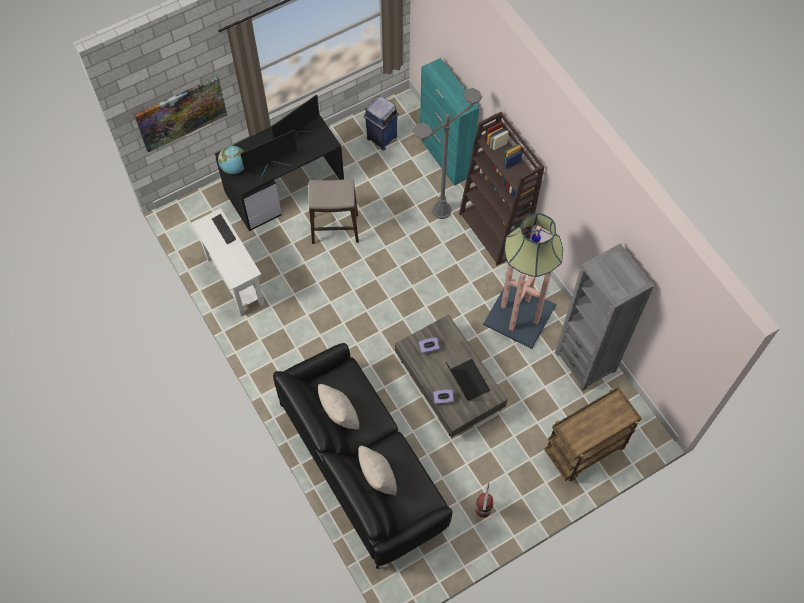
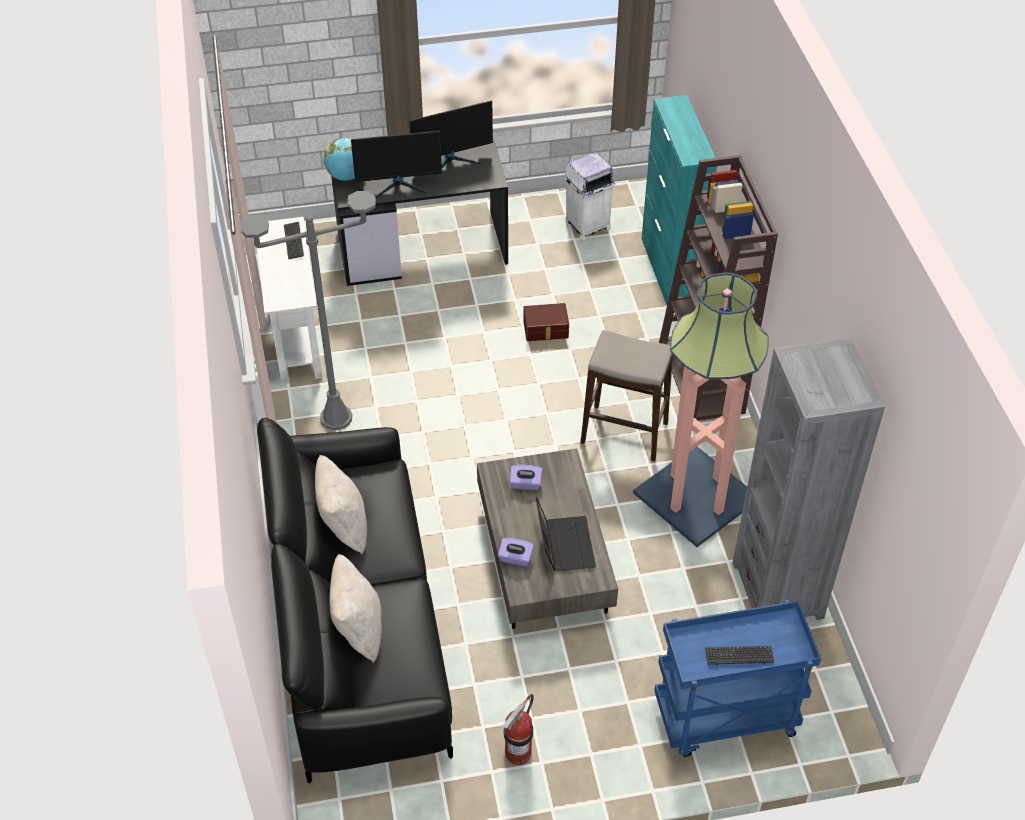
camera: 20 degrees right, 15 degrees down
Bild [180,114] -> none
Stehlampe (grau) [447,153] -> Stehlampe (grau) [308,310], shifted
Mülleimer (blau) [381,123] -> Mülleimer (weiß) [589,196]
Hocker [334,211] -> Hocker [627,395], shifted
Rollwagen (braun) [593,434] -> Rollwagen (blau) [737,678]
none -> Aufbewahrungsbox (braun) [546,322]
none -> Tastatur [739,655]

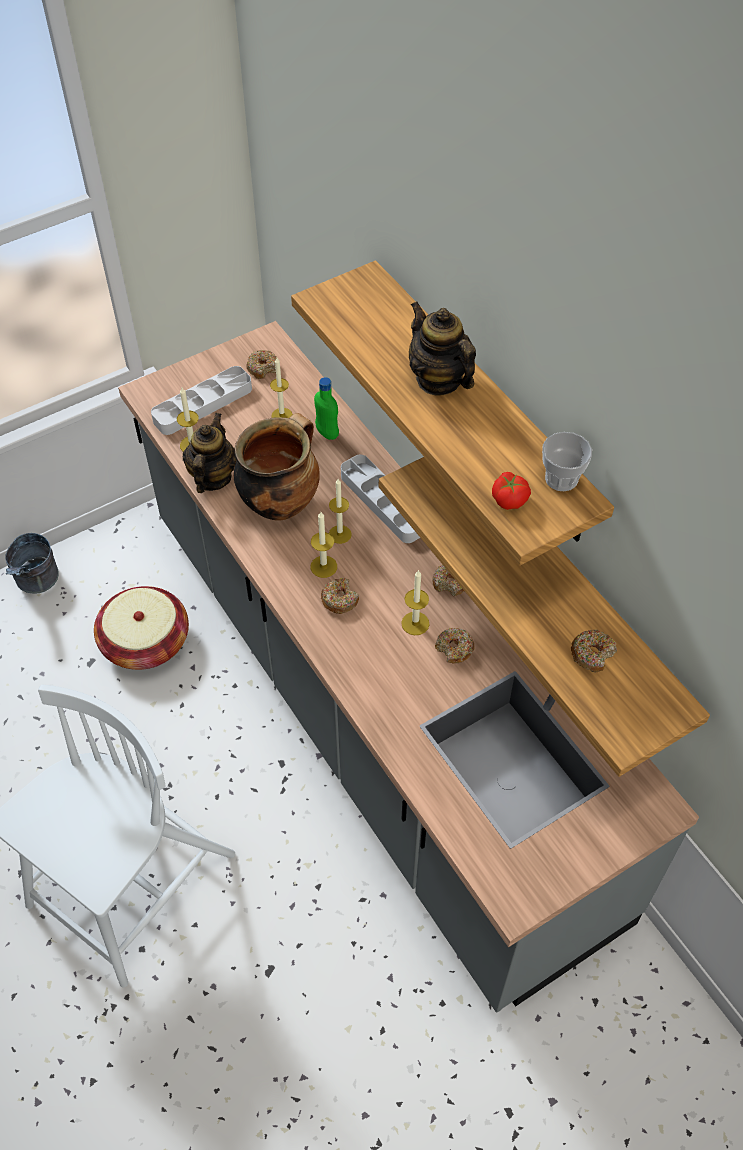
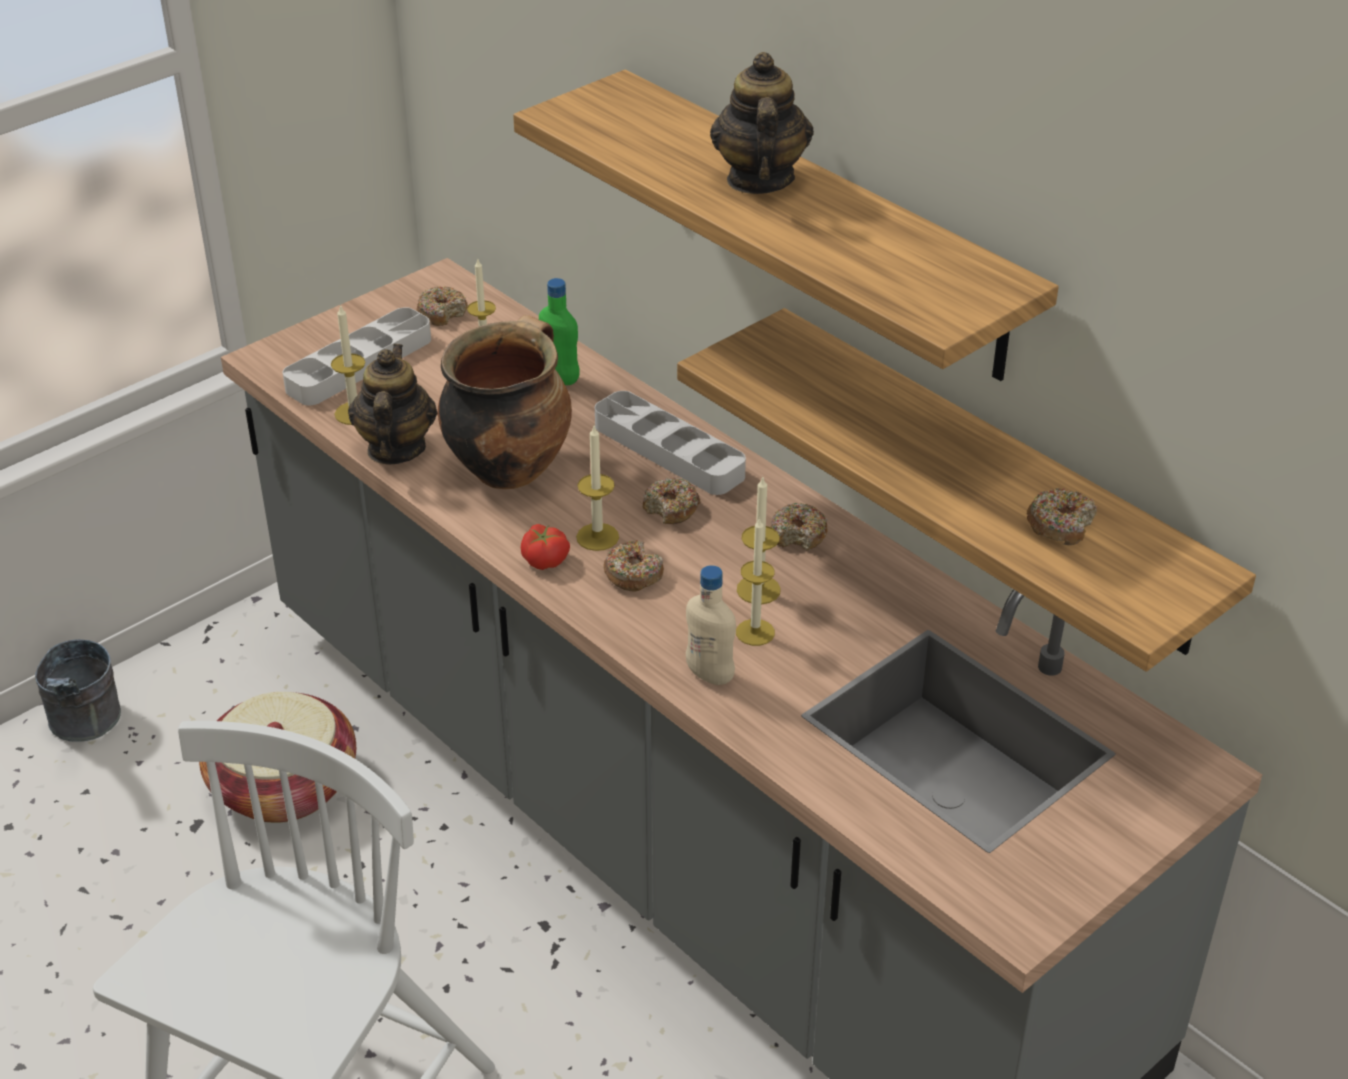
camera: 10 degrees left, 15 degrees down
Teekanne [442,348] -> Teekanne [762,123], 45 degrees clockwise
Tasse [567,461] -> none
Tomate [511,491] -> Tomate [545,547], shifted
Kerze [340,511] -> Kerze [755,581], shifted
Donut [454,646] -> Donut [671,501], shifted
none -> Flasche (beige) [711,625]

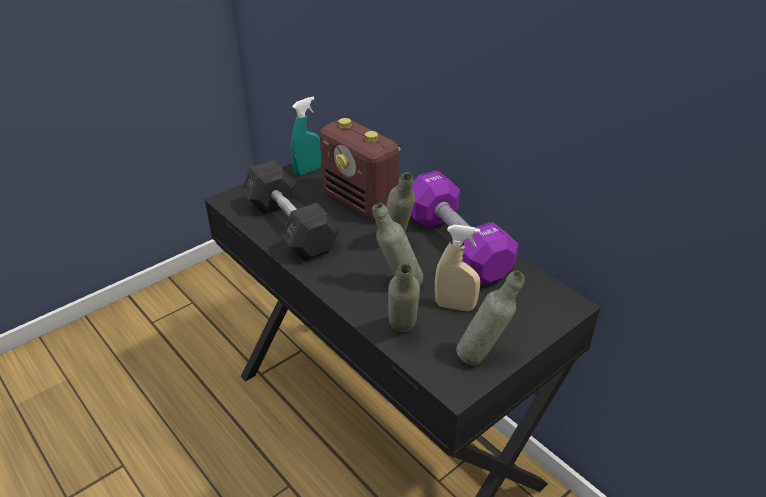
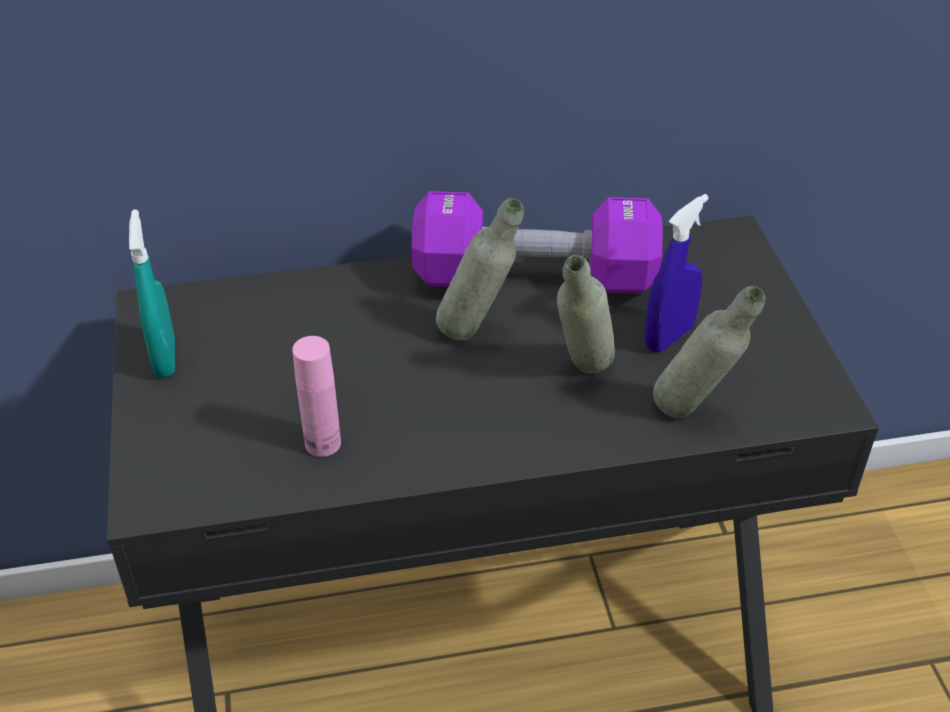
camera: 60 degrees left, 5 degrees up
Radio [360,169] -> none
Hantel (grau) [290,210] -> Flasche (rosa) [316,396]
Sprühflasche (beige) [457,268] -> Sprühflasche (blau) [677,273]
Flasche (grau) [490,318] -> none

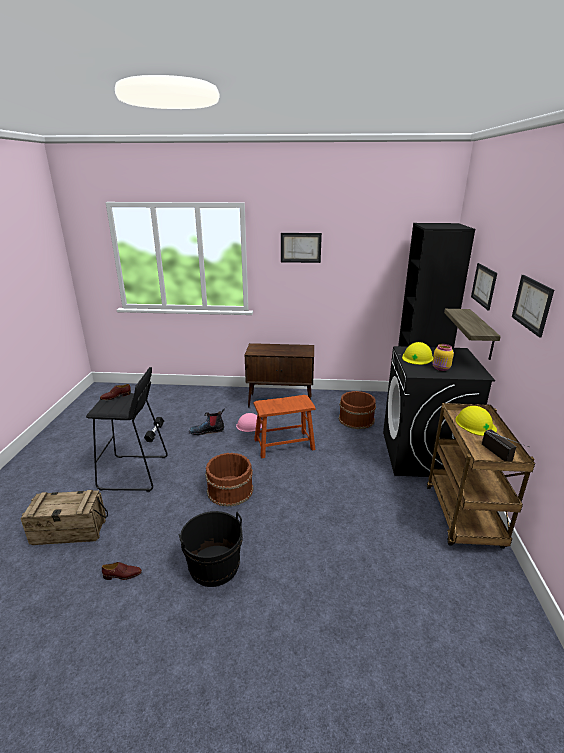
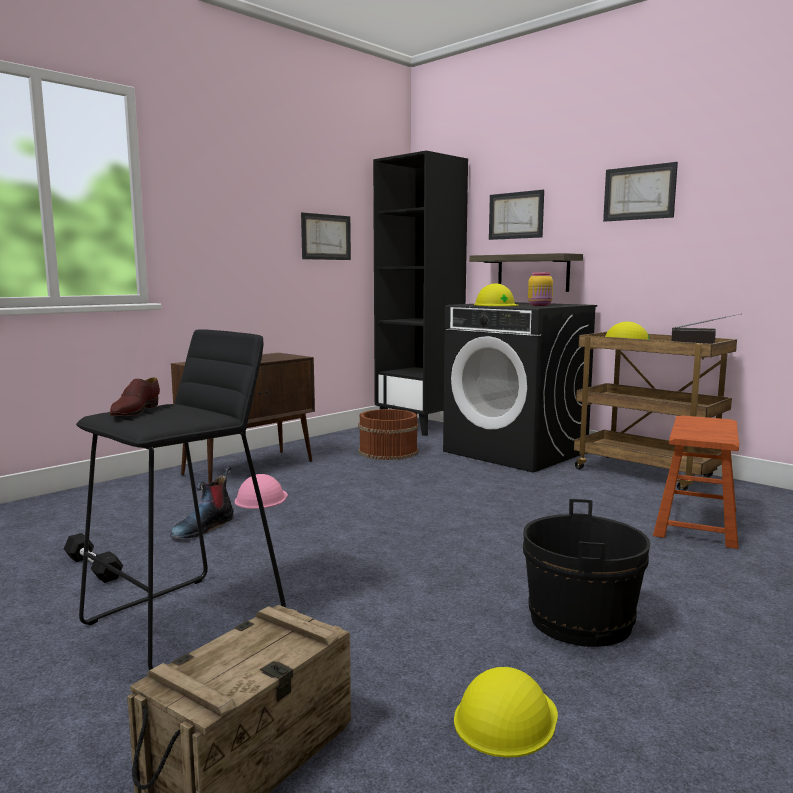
camera: 50 degrees left, 15 degrees down
Bild [301,248] -> Bild [326,236], shifted
Hocker (braun) [284,426] -> Hocker (braun) [696,482], shifted
Eimer (braun) [229,480] -> none
Schuh (braun) [122,571] -> Schutzhelm (gelb) [506,712]

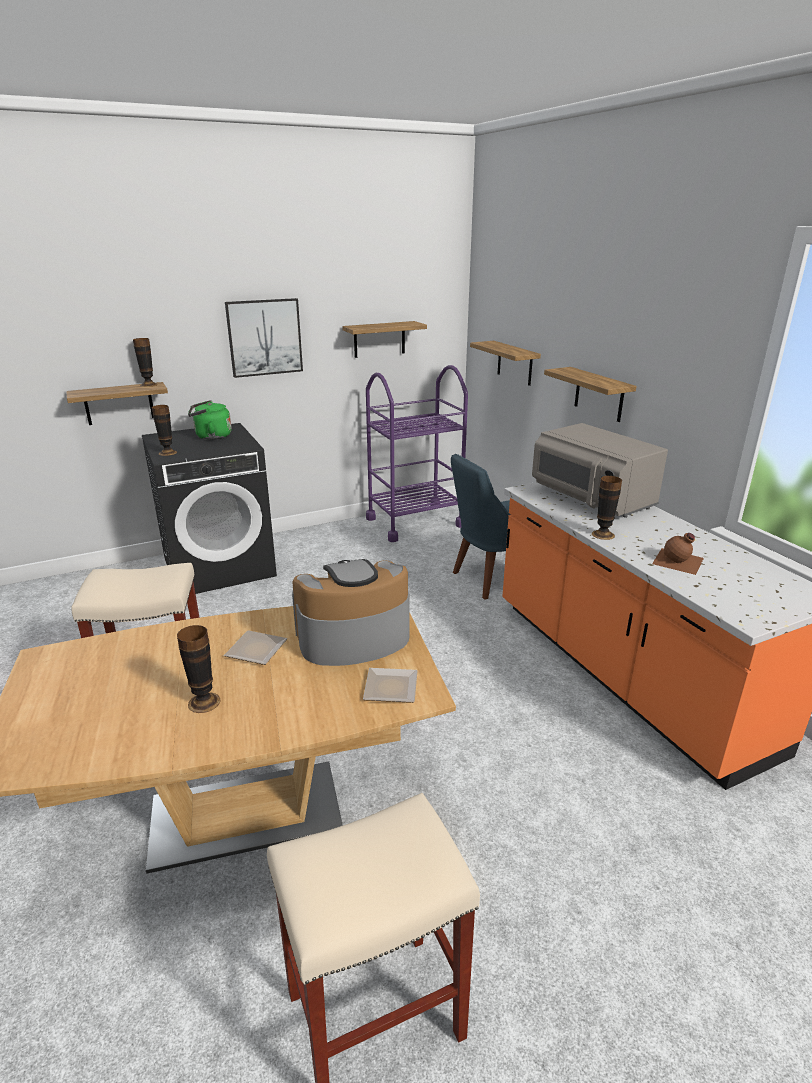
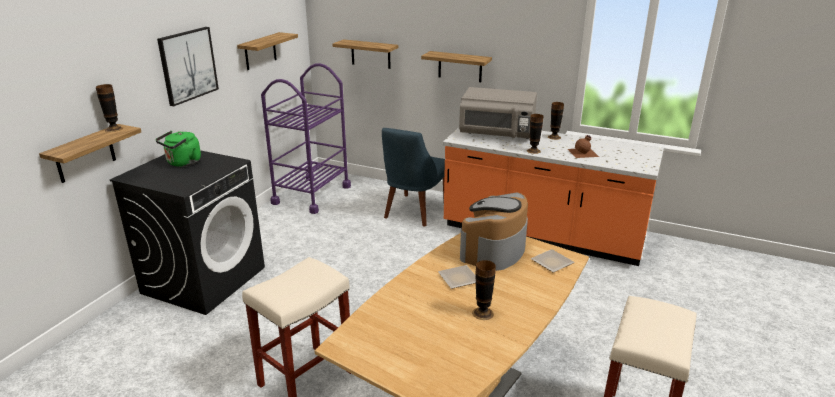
camera: 40 degrees left, 0 degrees up
Vase [164,430] -> Vase [556,121], shifted

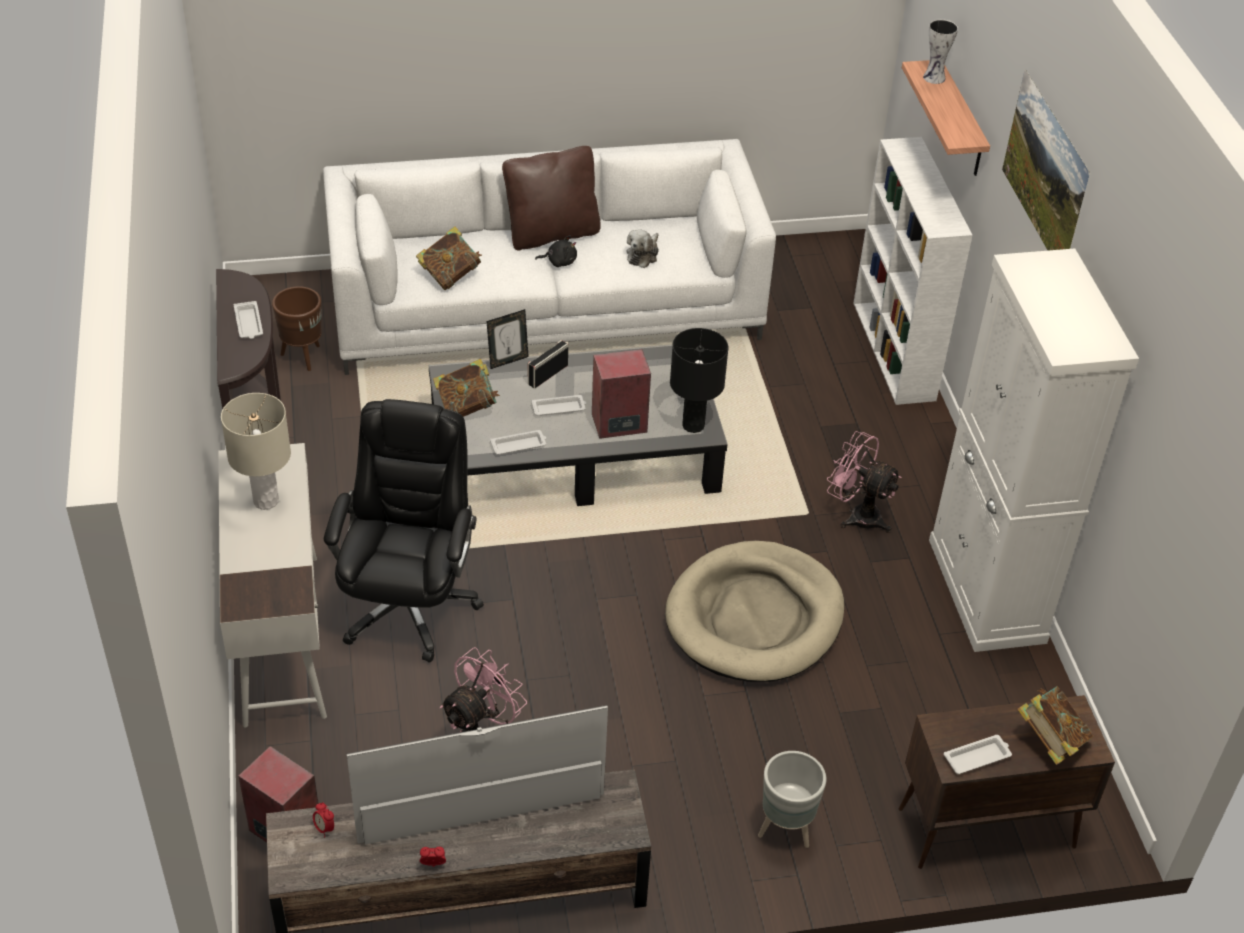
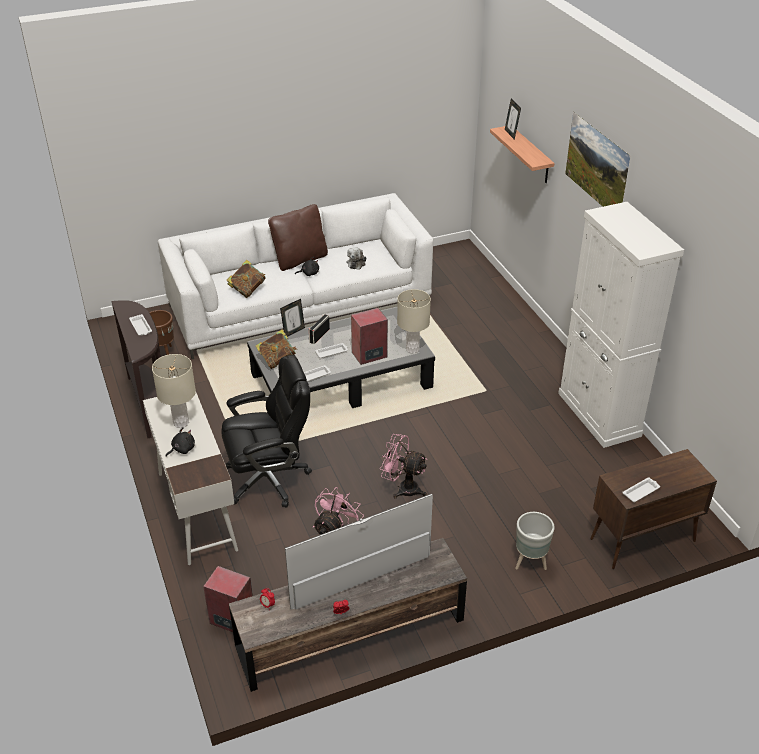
camera: 10 degrees left, 5 degrees down
Vase [940,51] -> Bilderrahmen [513,119]
Bücherregal (weiß) [912,271] -> none
Tischlampe (schwarz) [699,380] -> Tischlampe (beige) [414,321]
Bürostuhl (schwarz) [404,531] -> Bürostuhl (schwarz) [266,431], 75 degrees clockwise
Ventilator (rosa) [864,482] -> Ventilator (rosa) [403,466], shifted
Hundebett (beige) [755,611] -> none
Buch [1055,725] -> none
none -> Plüschtier (schwarz) [180,442]

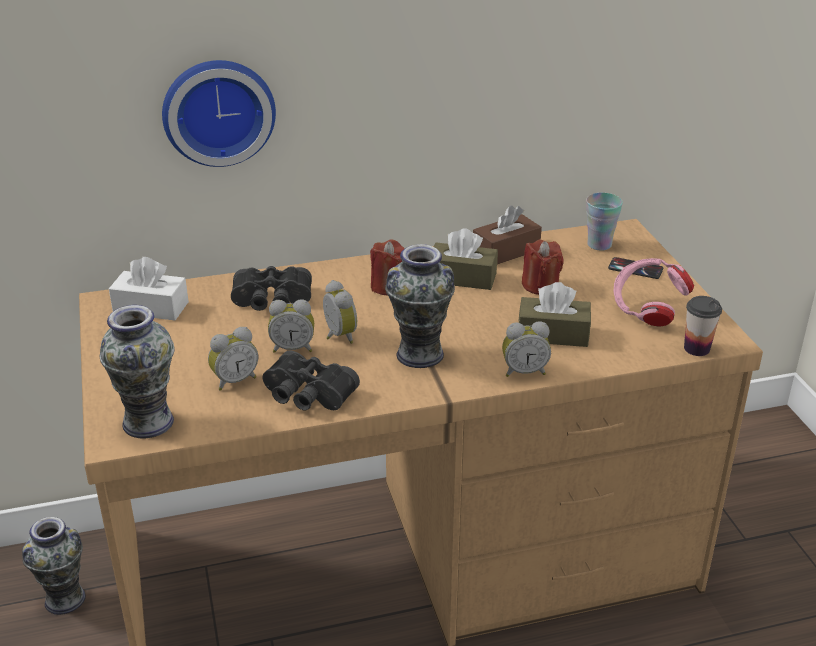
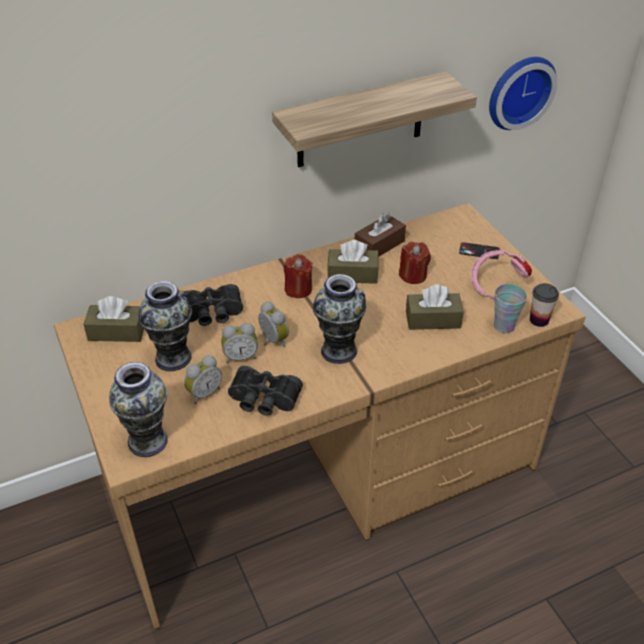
camera: 10 degrees left, 10 degrees up
Wanduhr [219,113] -> Wanduhr [523,93], shifted
Tasse [604,222] -> Tasse [510,308], shifted
Taschentuchbox (weiß) [149,288] -> Taschentuchbox (braun) [113,319]
Wecker [526,349] -> none
Vase [54,566] -> Vase [165,326], shifted
none -> Wandregal [374,119]

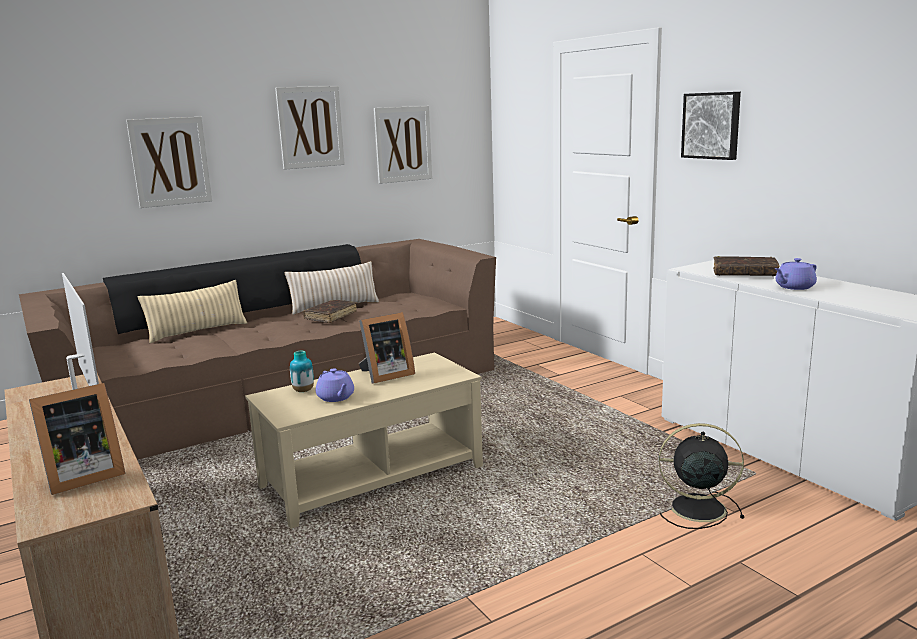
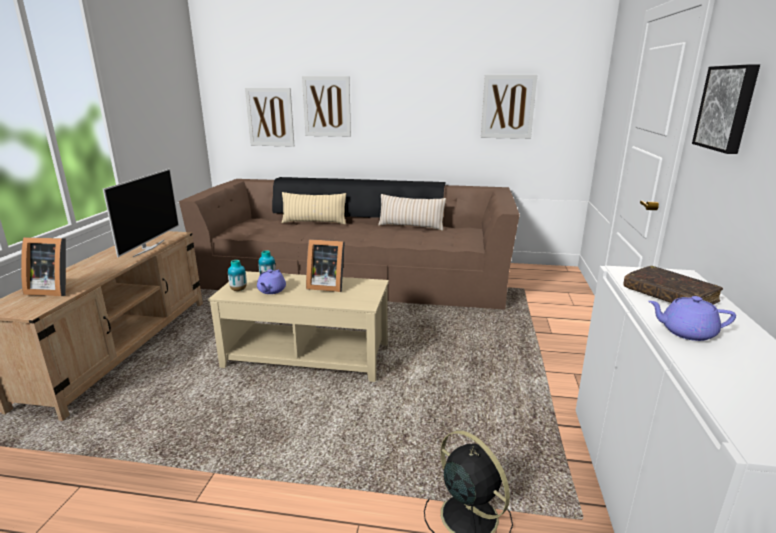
camera: 40 degrees right, 5 degrees up
Bild [310,128] -> Bild [269,117], shifted
Buch (braun) [330,311] -> none
none -> Vase [237,275]

